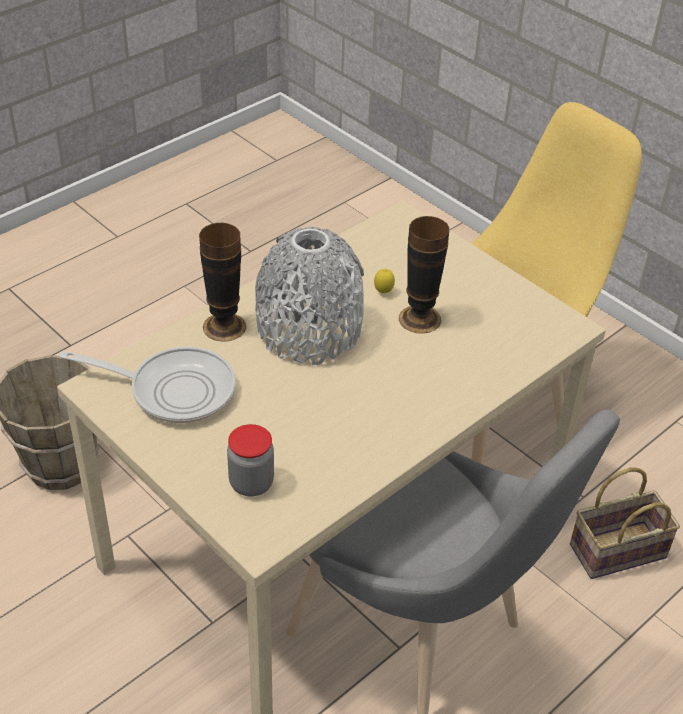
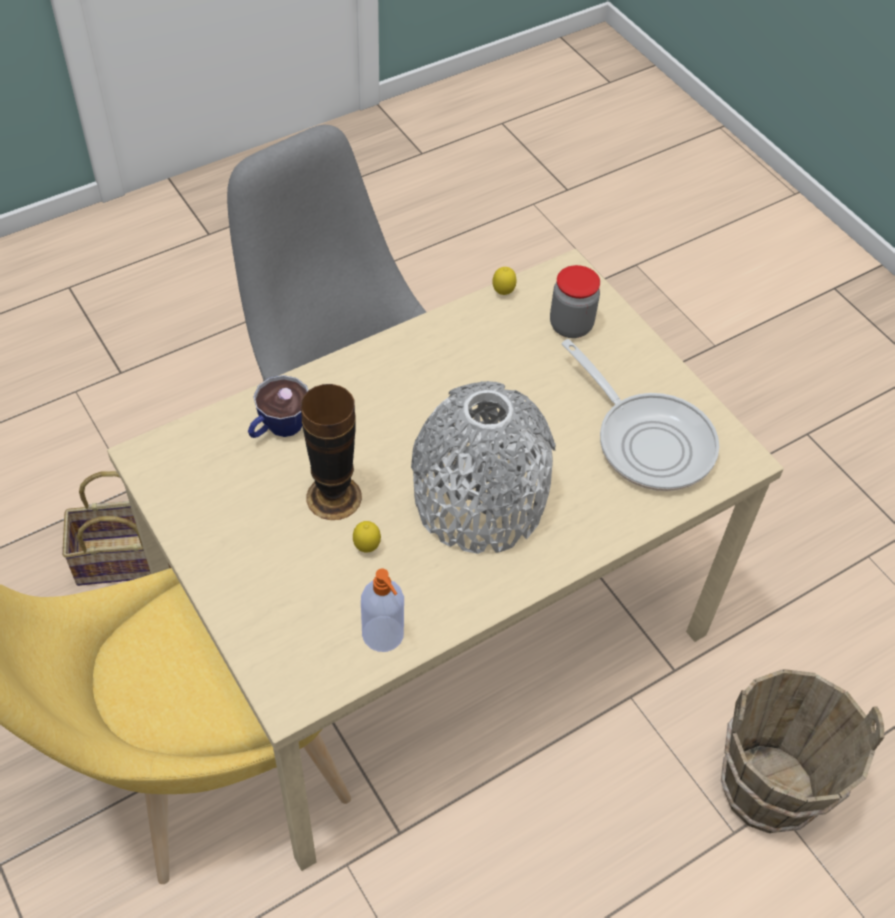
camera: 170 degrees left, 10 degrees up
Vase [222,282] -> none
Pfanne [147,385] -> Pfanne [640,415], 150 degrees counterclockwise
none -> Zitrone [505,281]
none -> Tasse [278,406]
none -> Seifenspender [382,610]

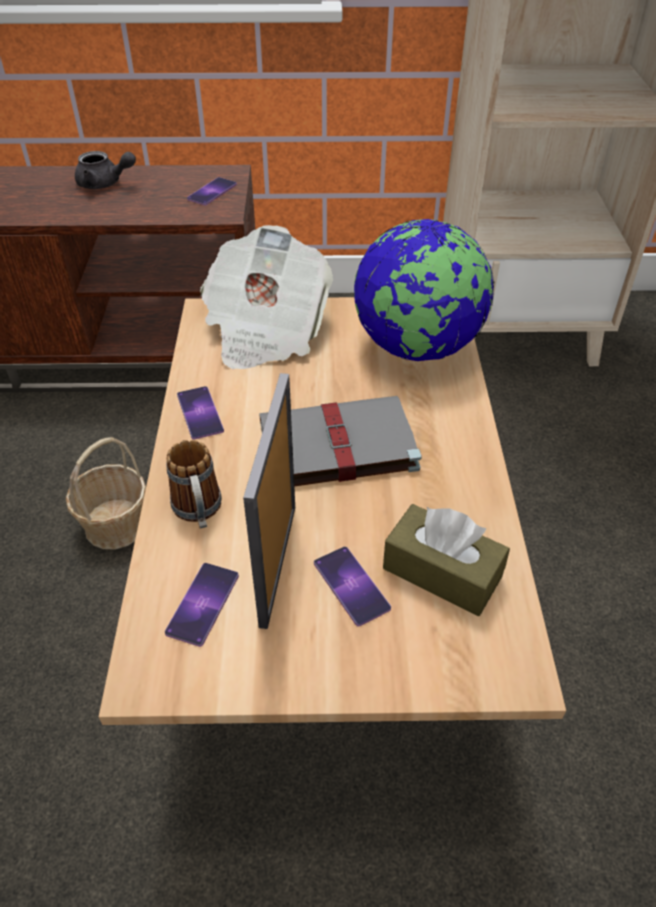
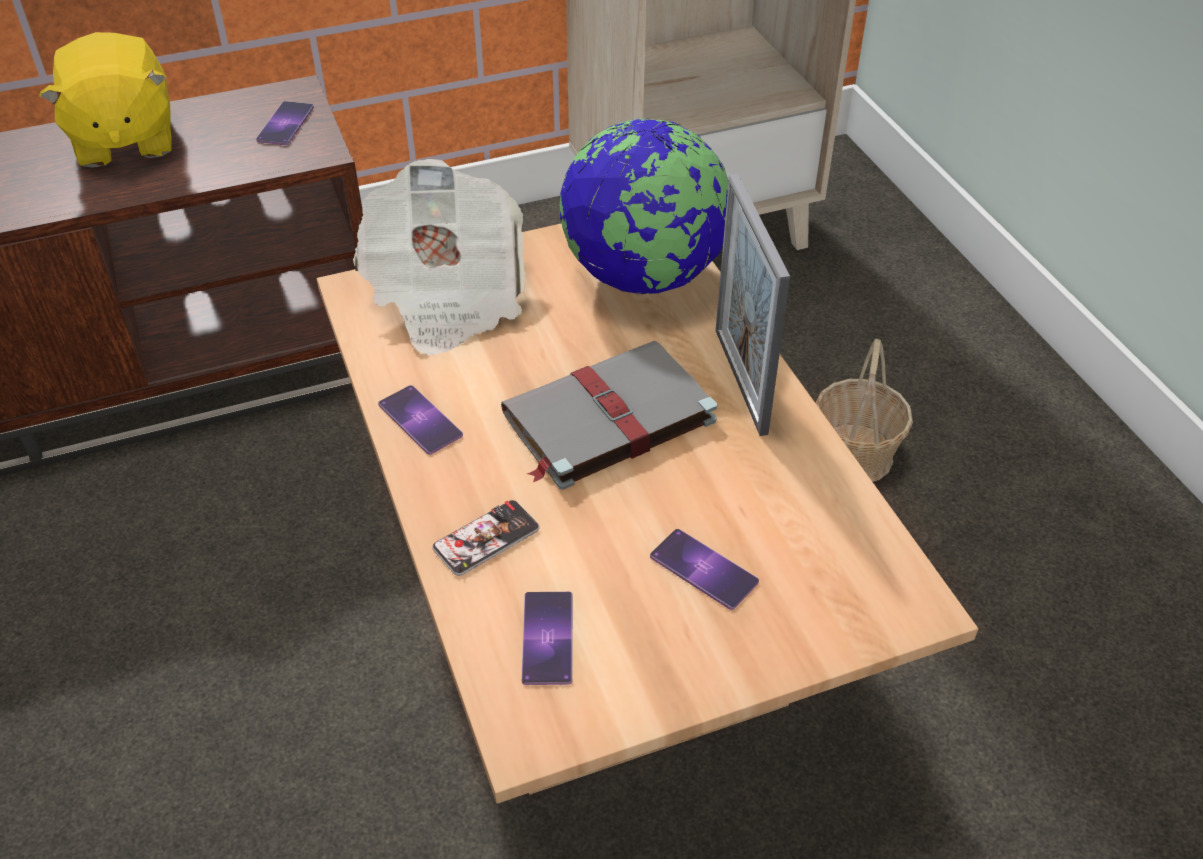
camera: 20 degrees left, 0 degrees up
Teekanne (grau) [105,170] -> Plüschtier (gelb) [105,100]
Bilderrahmen [269,501] -> Bilderrahmen [753,305], shifted
Korb [106,493] -> Korb [864,410], shifted
Henkelbecher [194,484] -> Handy [486,538]
Taschentuchbox (braun) [446,560] -> none

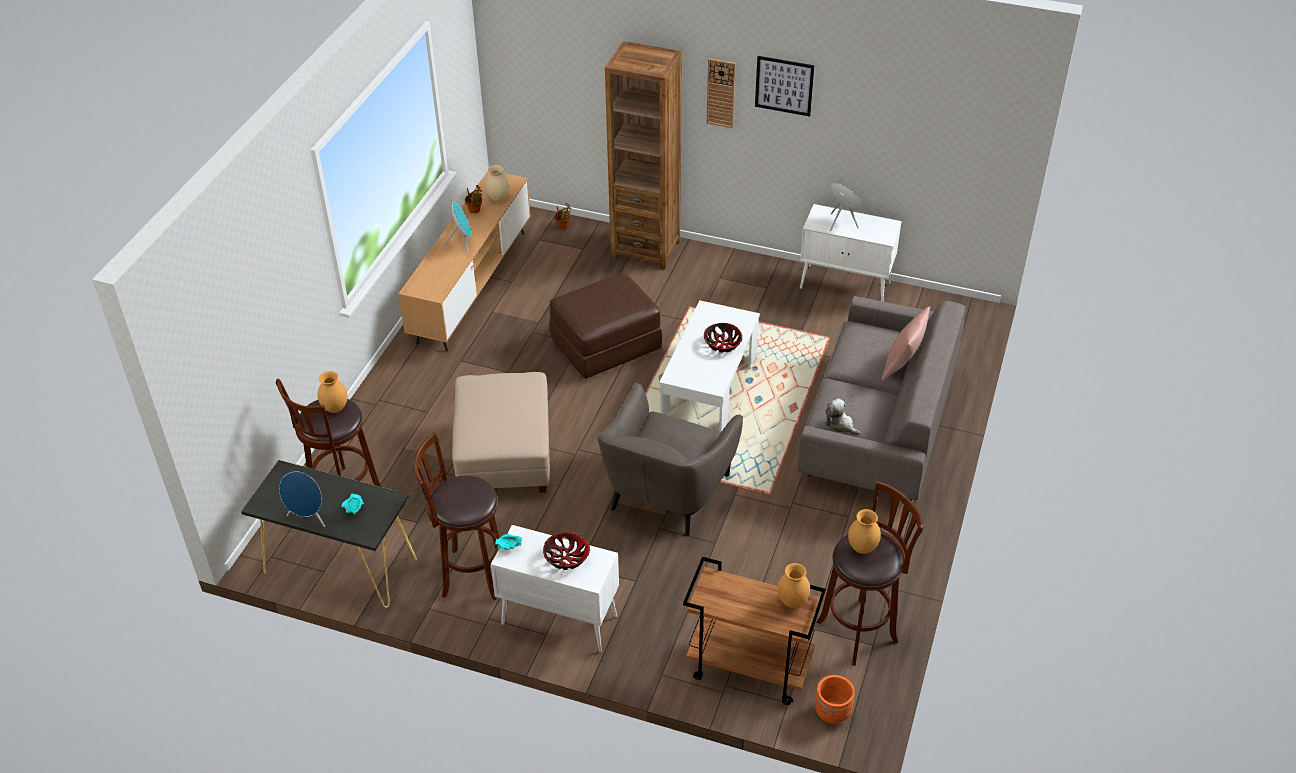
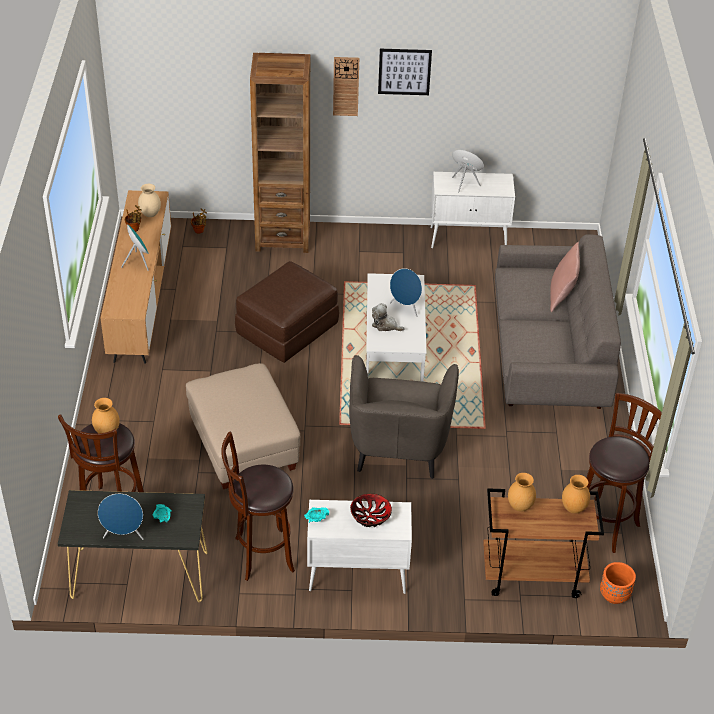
camera: 20 degrees left, 0 degrees up
Schüssel [723,338] -> Lautsprecher (blau) [406,292]
Plüschtier [842,417] -> Plüschtier [388,317], shifted
Vase (braun) [864,531] -> Vase (braun) [522,492], shifted

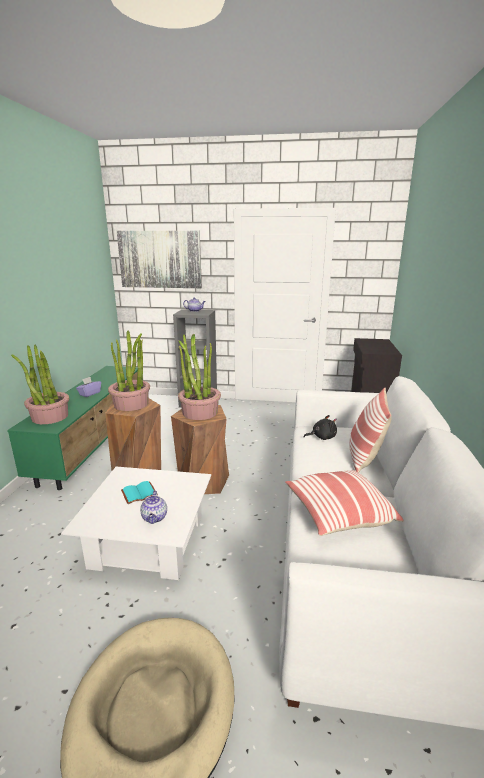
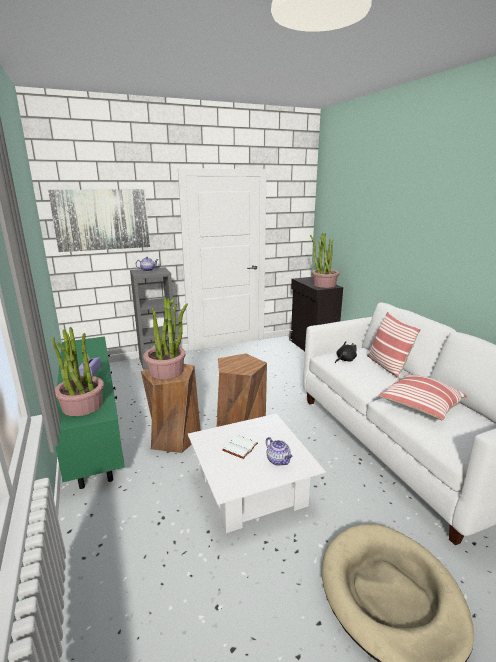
camera: 30 degrees left, 0 degrees up
Topfpflanze [199,376] -> Topfpflanze [324,260], shifted
Buch (türkis) [139,492] -> Buch (weiß) [240,447]

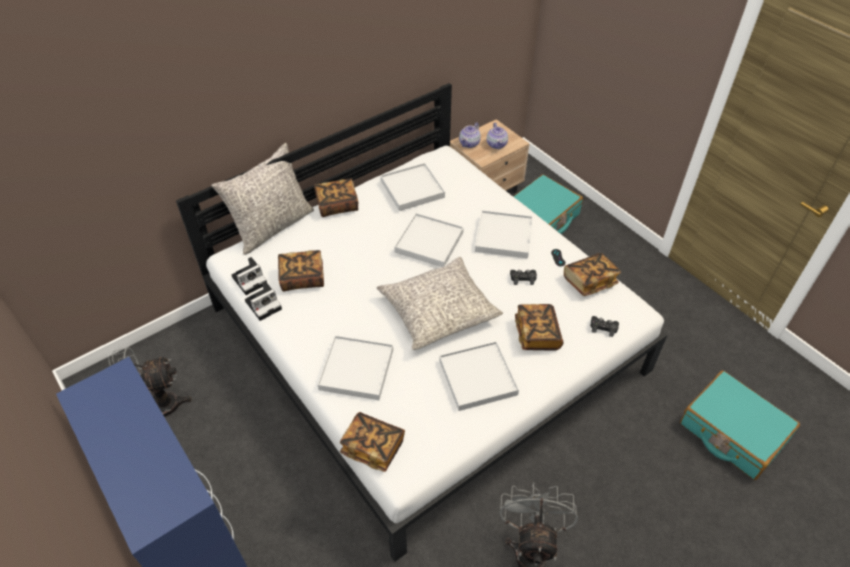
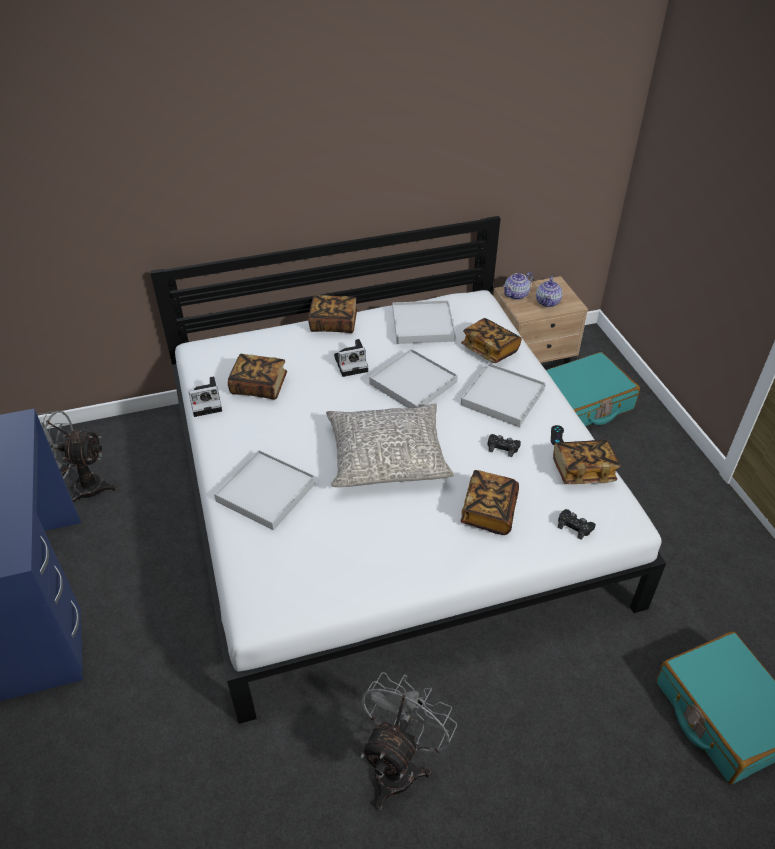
camera: 20 degrees right, 5 degrees down
Kissen (grau) [262,199] -> none
Kamera [249,276] -> Kamera [351,358], shifted
Tablett (weiß) [479,376] -> none
Buch [372,442] -> Buch [491,340], shifted

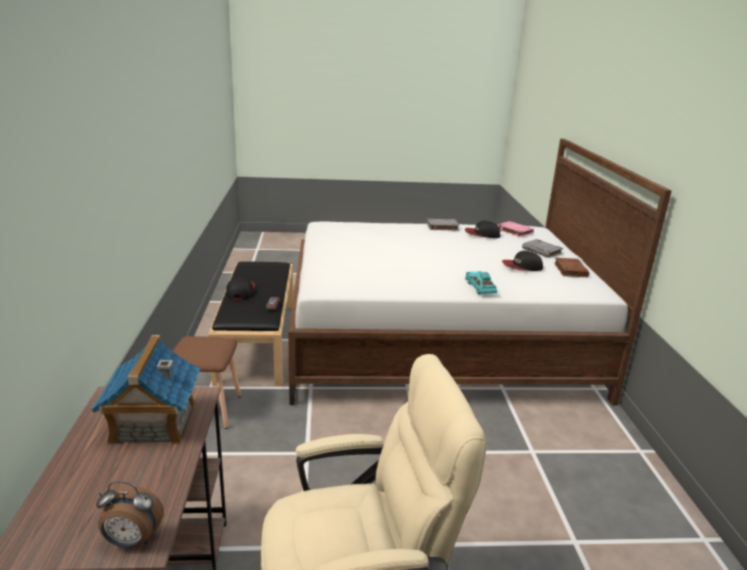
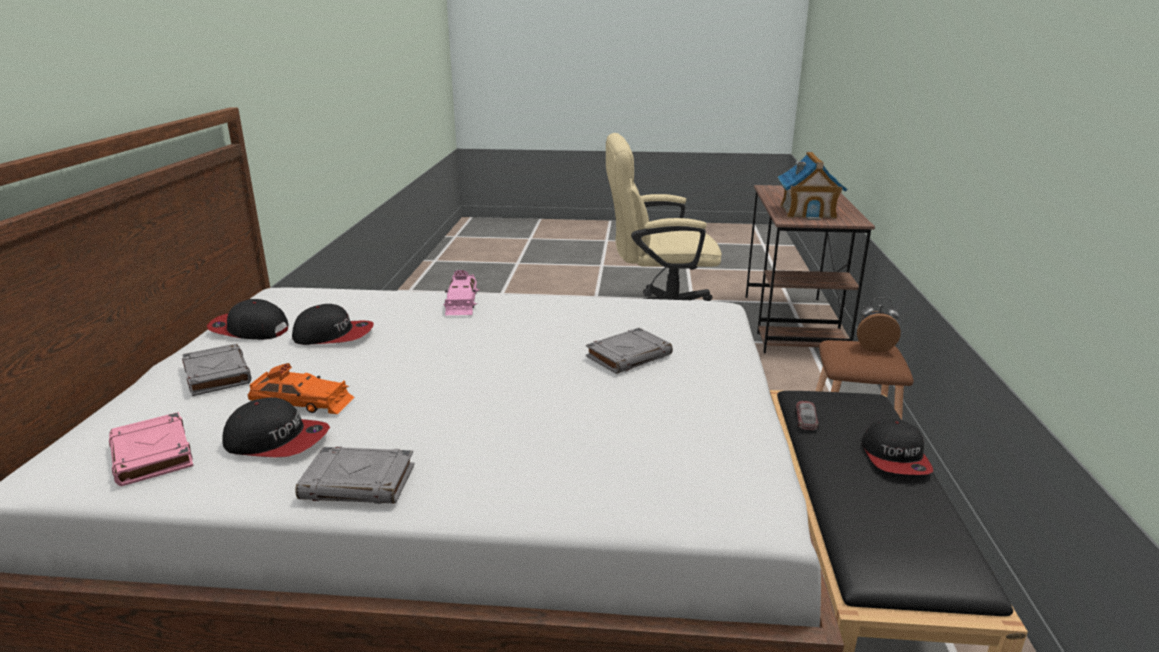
camera: 170 degrees left, 0 degrees up
Buch (braun) [572,267] -> Kappe [247,319]
Spielzeugauto (türkis) [480,282] -> Spielzeugauto (rosa) [461,292]
Wecker [130,514] -> Wecker [879,324], shifted
none -> Buch (grau) [629,351]
none -> Spielzeugauto (orange) [301,388]

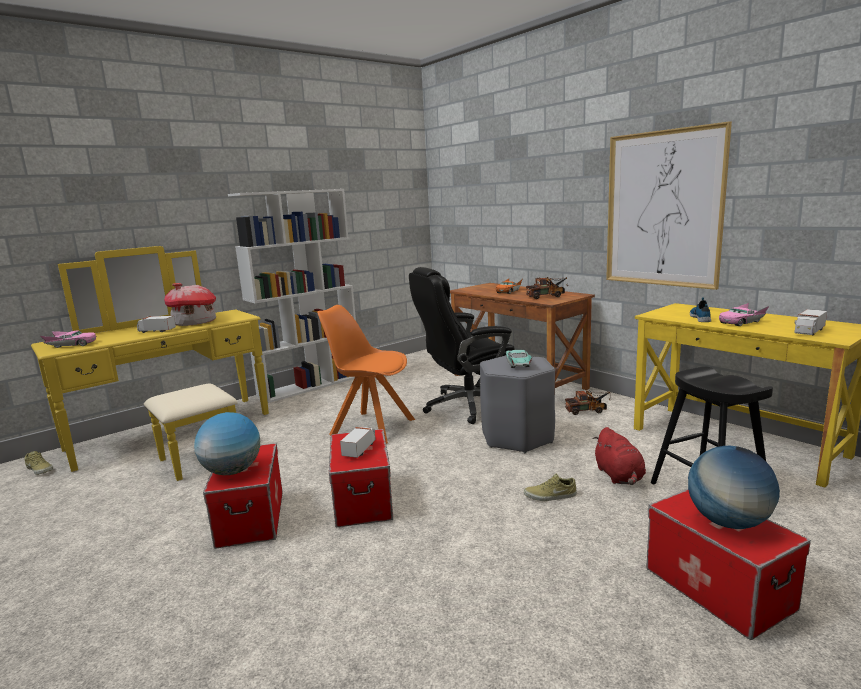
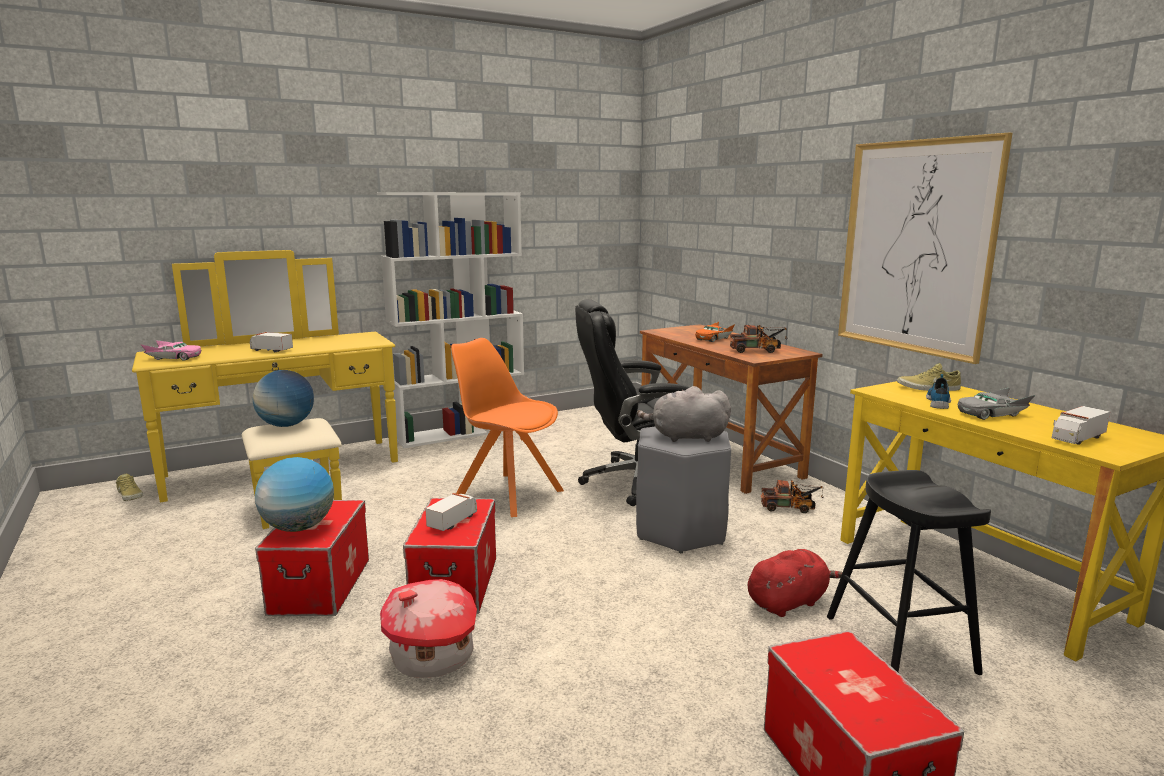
camera: 10 degrees right, 0 degrees up
Spielzeughaus [190,304] -> Spielzeughaus [428,628], shifted
Spielzeugauto (rosa) [744,314] -> Spielzeugauto (grau) [996,403]
Spielzeugauto (türkis) [519,359] -> Plüschtier (grau) [684,414]
Plüschtier (rot) [619,456] -> Plüschtier (rot) [795,583], 120 degrees counterclockwise
Globus [734,487] -> Globus [283,398], shifted
Schuh (beige) [550,487] -> Schuh (beige) [929,377], shifted

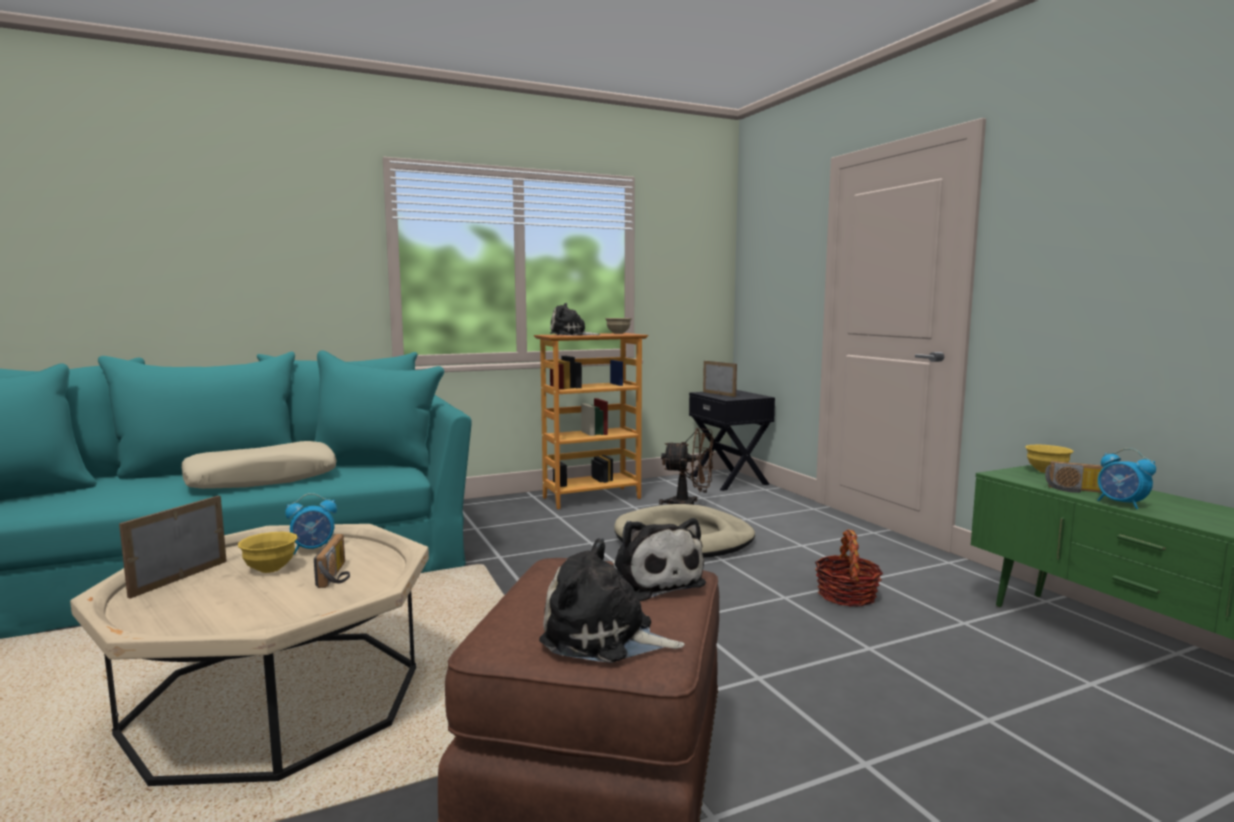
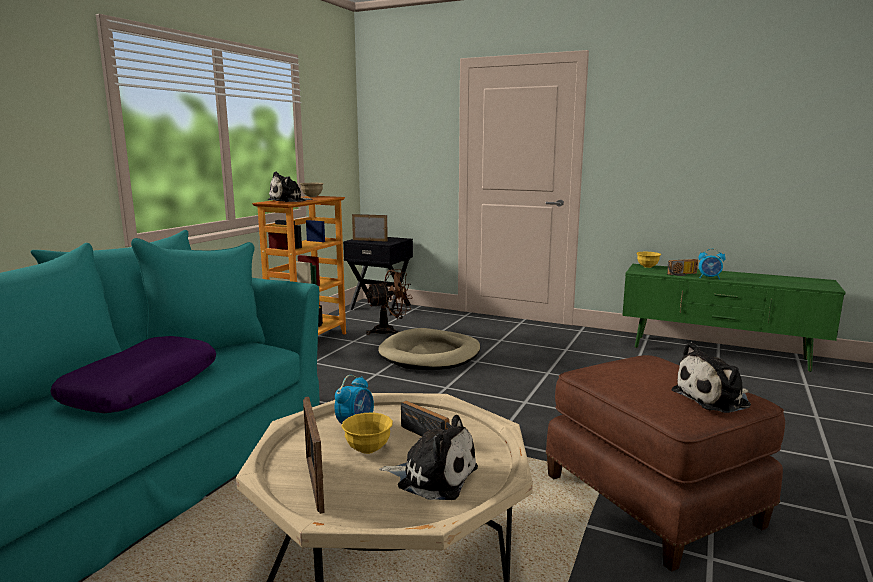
camera: 40 degrees left, 5 degrees up
Kissen (beige) [259,465] -> Kissen (lila) [133,374]
Plüschtier [658,559] -> Plüschtier [428,457], shifted
Korb [849,568] -> none

